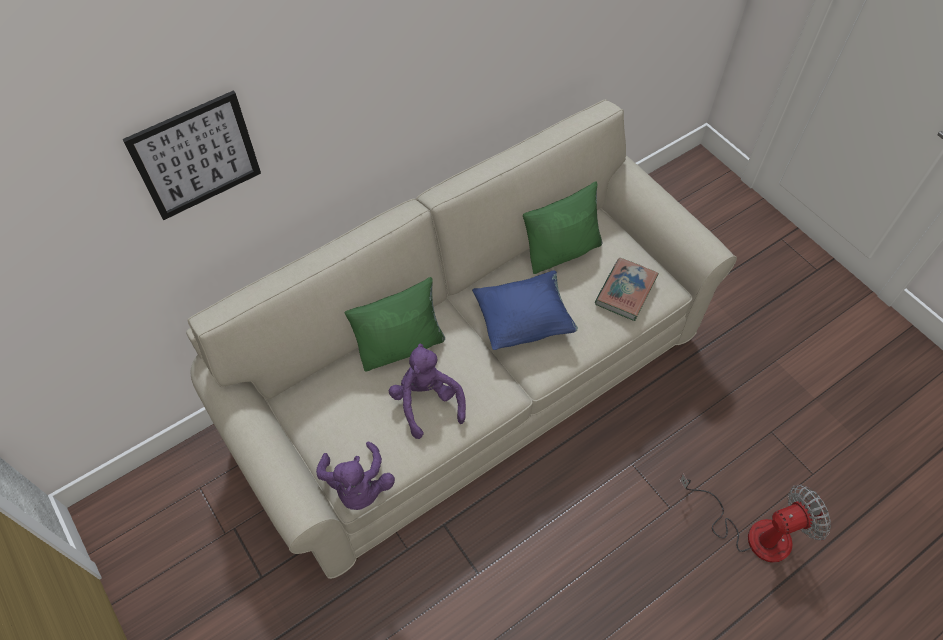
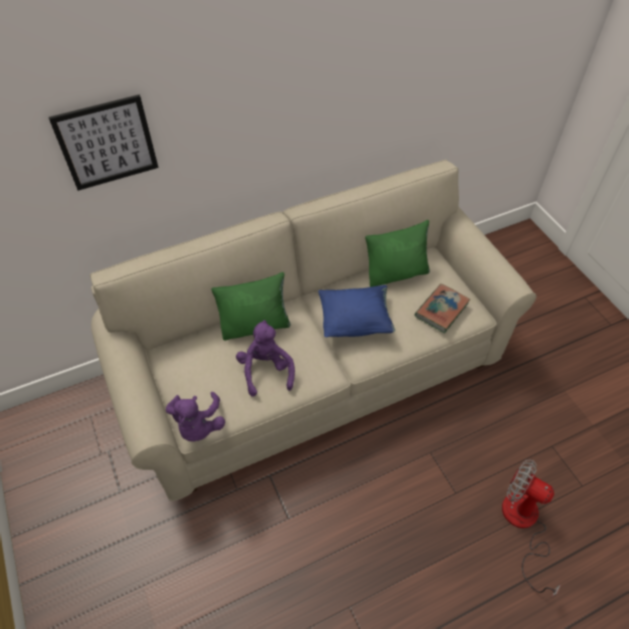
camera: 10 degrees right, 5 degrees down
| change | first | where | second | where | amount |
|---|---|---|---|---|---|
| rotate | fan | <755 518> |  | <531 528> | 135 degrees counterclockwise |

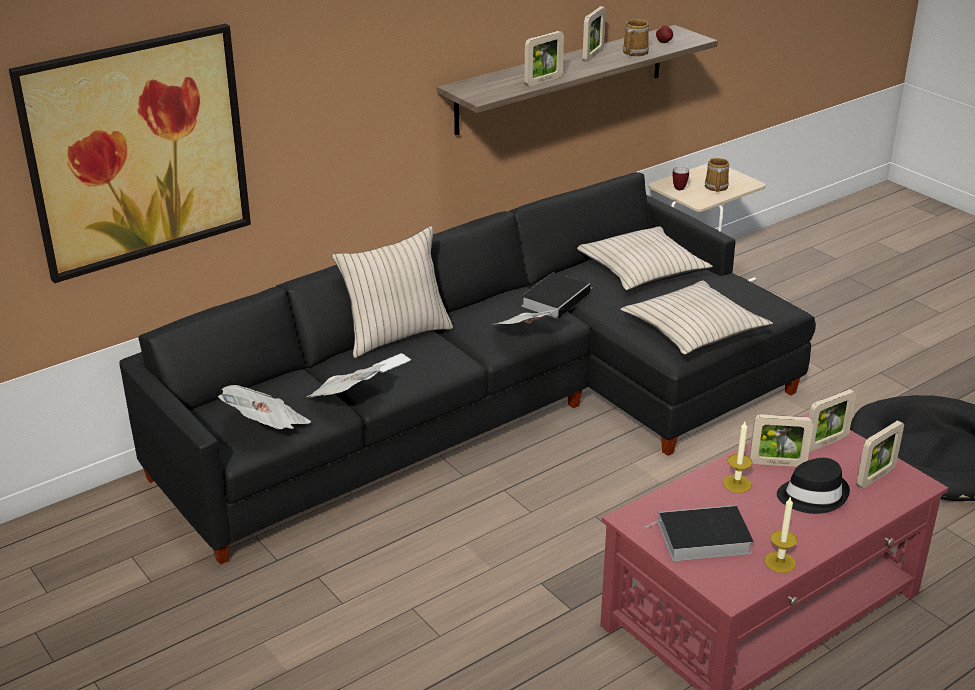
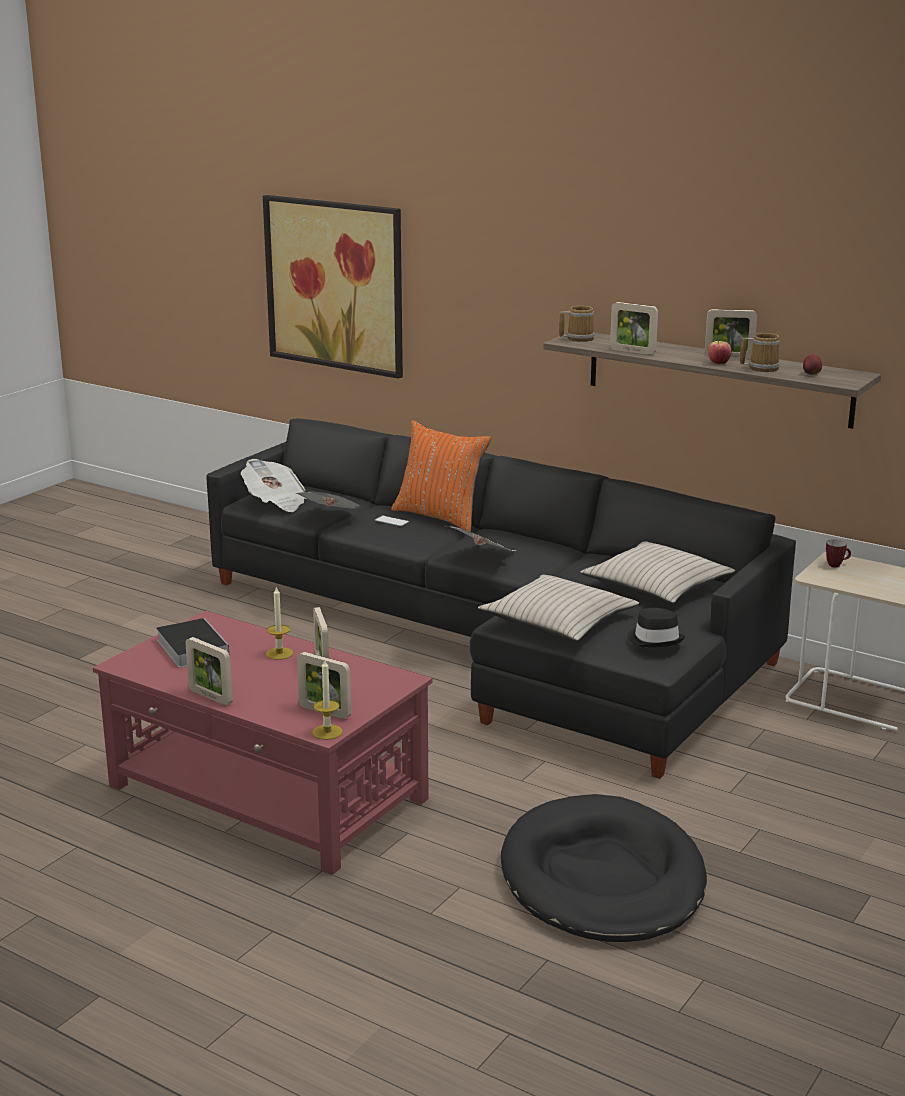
camera: 70 degrees right, 10 degrees down
| change | first | where | second | where | amount |
|---|---|---|---|---|---|
| delete | book | <556 296> |  |  |  |
| insert |  |  | apple | <720 352> |  |
| move | mug | <717 175> |  | <577 324> |  |
| move | candle | <781 534> |  | <327 700> |  |
| move | black hat | <813 486> |  | <656 627> |  |
| move | picture frame | <832 420> |  | <209 671> |  |
| recolor | beige pillow | <392 292> | orange pillow | <441 476> |  |

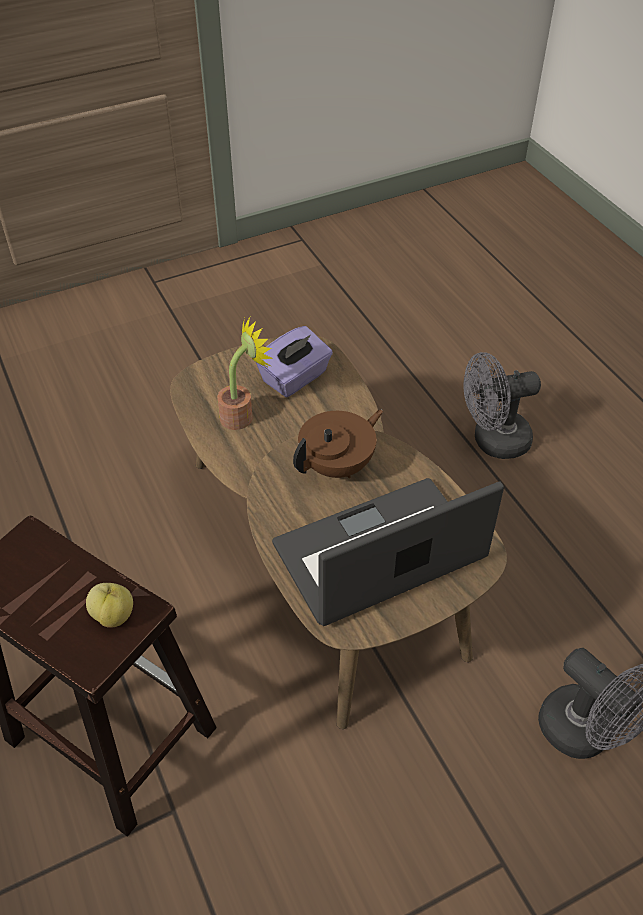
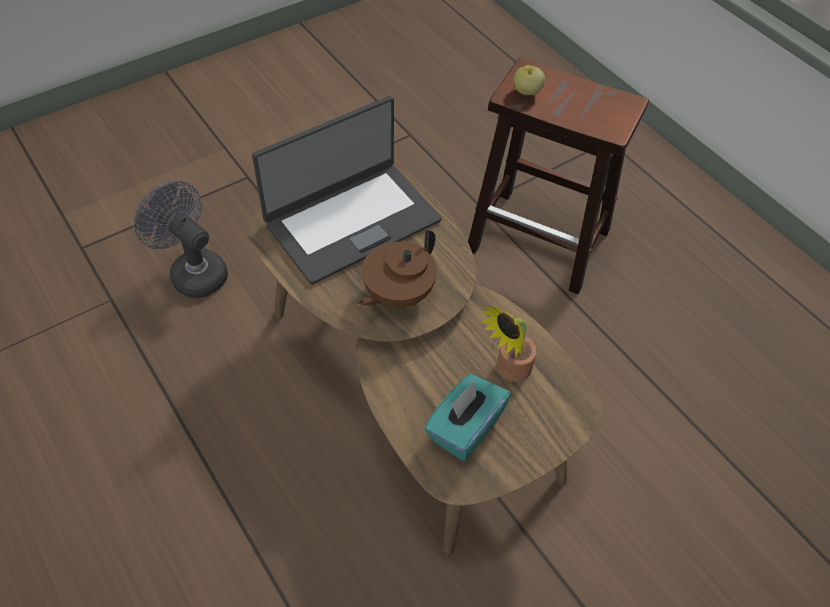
camera: 170 degrees right, 5 degrees up
| change | first | where | second | where | amount |
|---|---|---|---|---|---|
| delete | grey fan | <502 405> |  |  |  |
| recolor | purple tissue box | <294 361> | turquoise tissue box | <467 417> |  |

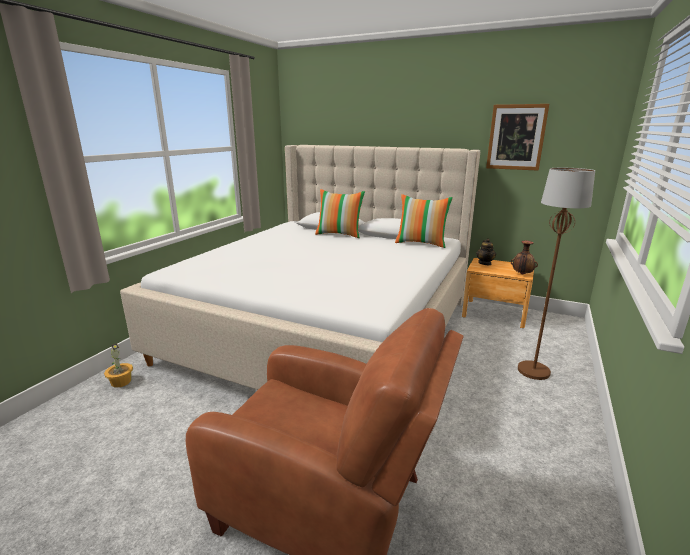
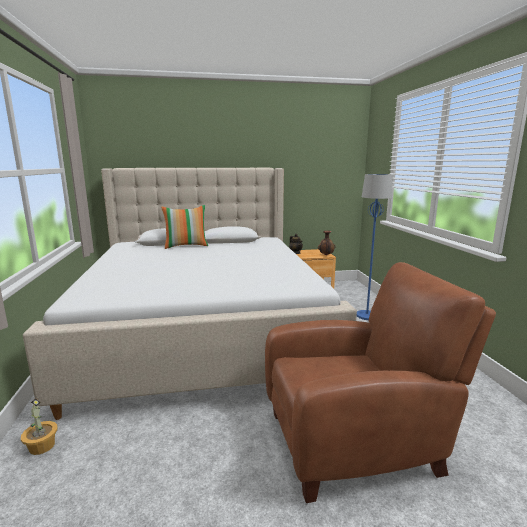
camera: 35 degrees left, 5 degrees down
| change | first | where | second | where | amount |
|---|---|---|---|---|---|
| delete | pillow | <424 221> |  |  |  |
| delete | picture | <517 137> |  |  |  |
| recolor | brown floor lamp | <556 274> | blue floor lamp | <375 247> |  |

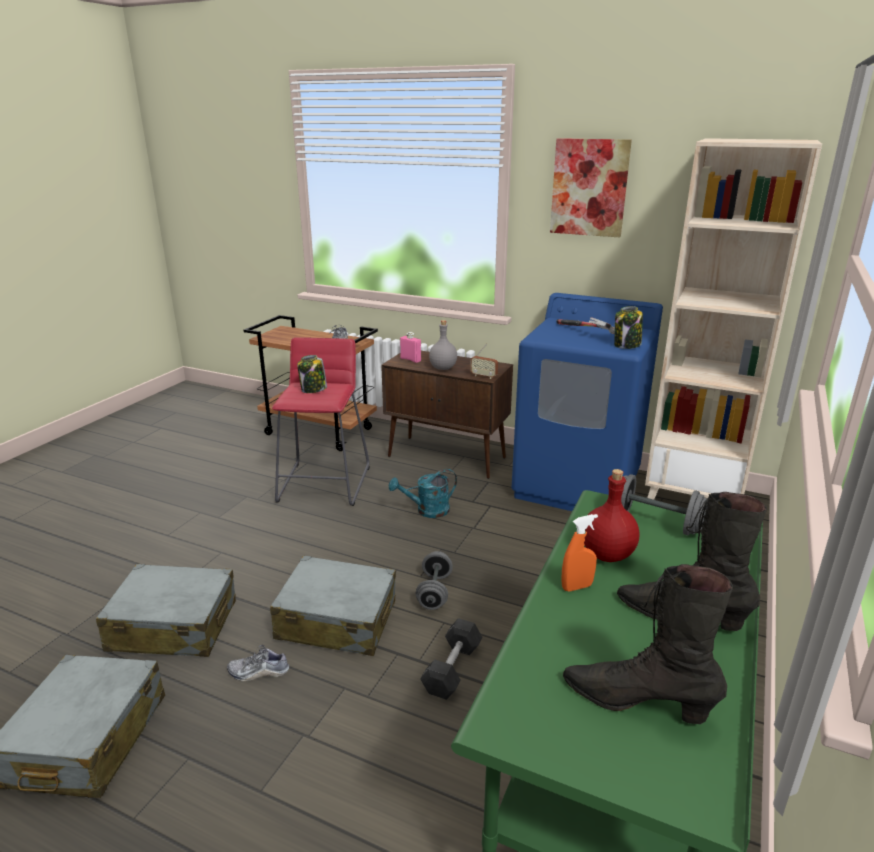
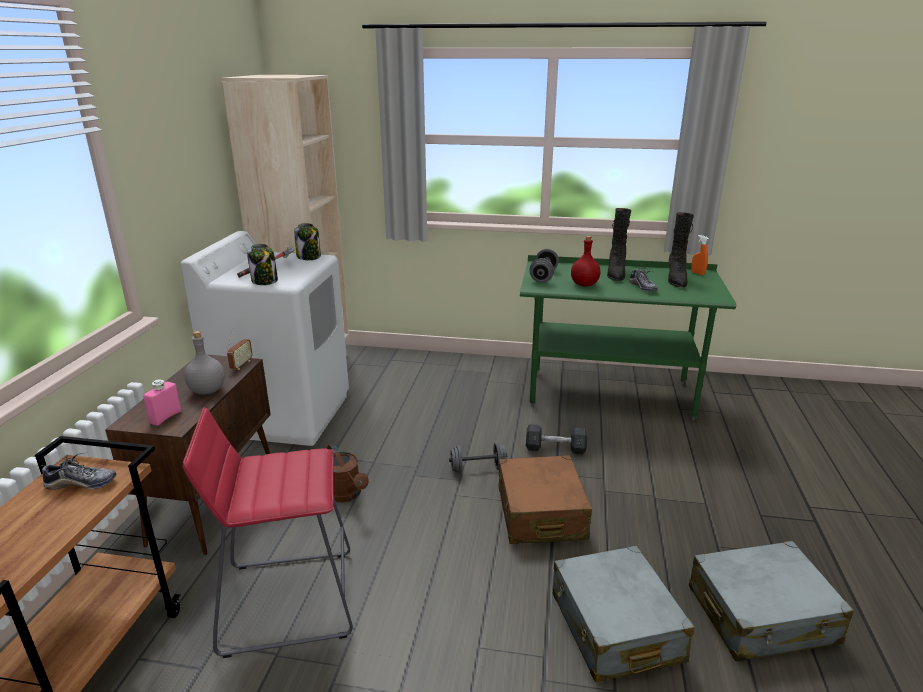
camera: 105 degrees left, 0 degrees up
| change | first | where | second | where | amount |
|---|---|---|---|---|---|
| delete | picture | <591 187> |  |  |  |
| move | shoe | <258 663> |  | <643 279> |  |
| move | jar | <312 374> |  | <262 264> |  |
| move | orange spray bottle | <579 553> |  | <700 255> |  |
| recolor | grey suitcase | <333 605> | brown suitcase | <544 499> |  |
| recolor | turquoise watering can | <423 493> | brown watering can | <348 473> |  |
| recolor | blue washing machine | <587 402> | white washing machine | <265 338> |  |

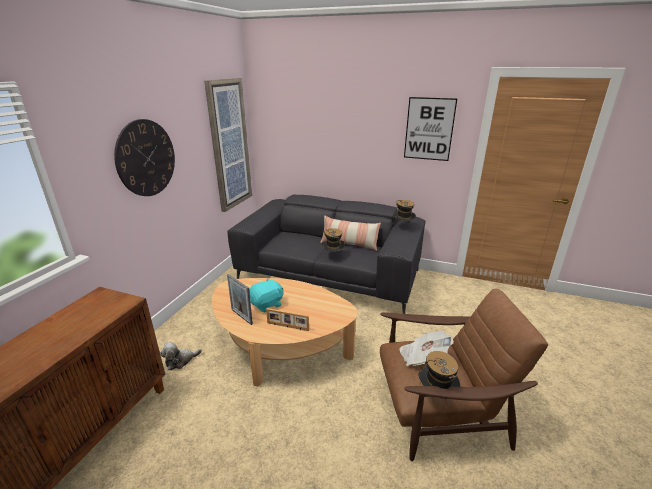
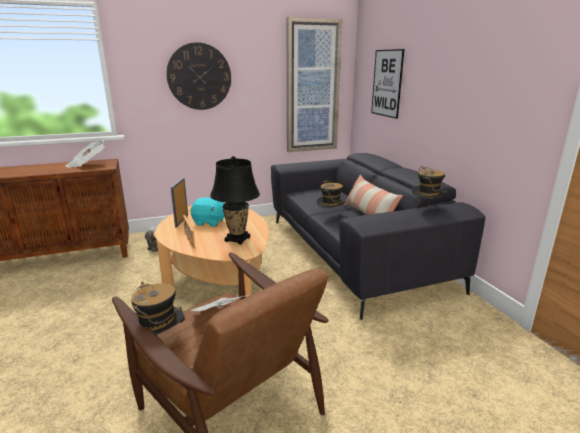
camera: 50 degrees right, 5 degrees down
| change | first | where | second | where | amount |
|---|---|---|---|---|---|
| insert |  |  | newspaper | <85 154> |  |
| insert |  |  | black table lamp | <235 200> |  |
| move | picture | <430 129> |  | <387 84> |  |

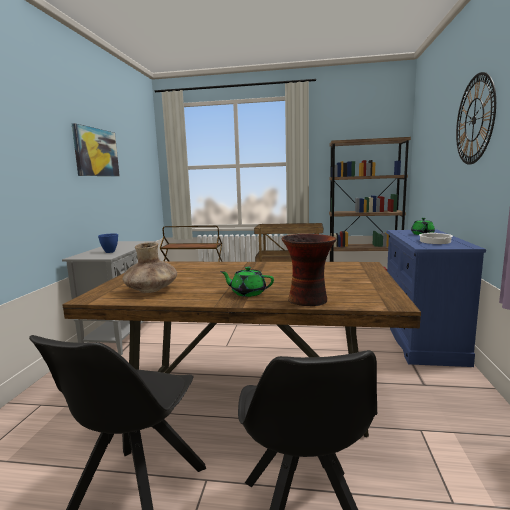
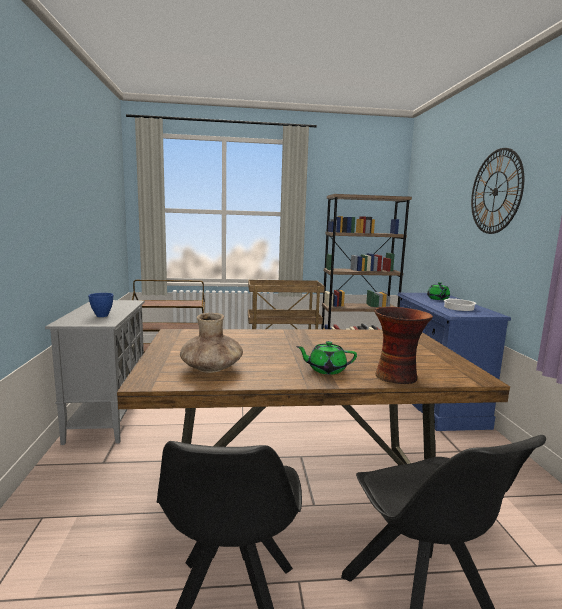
camera: 15 degrees left, 0 degrees up
| change | first | where | second | where | amount |
|---|---|---|---|---|---|
| delete | picture | <96 149> |  |  |  |

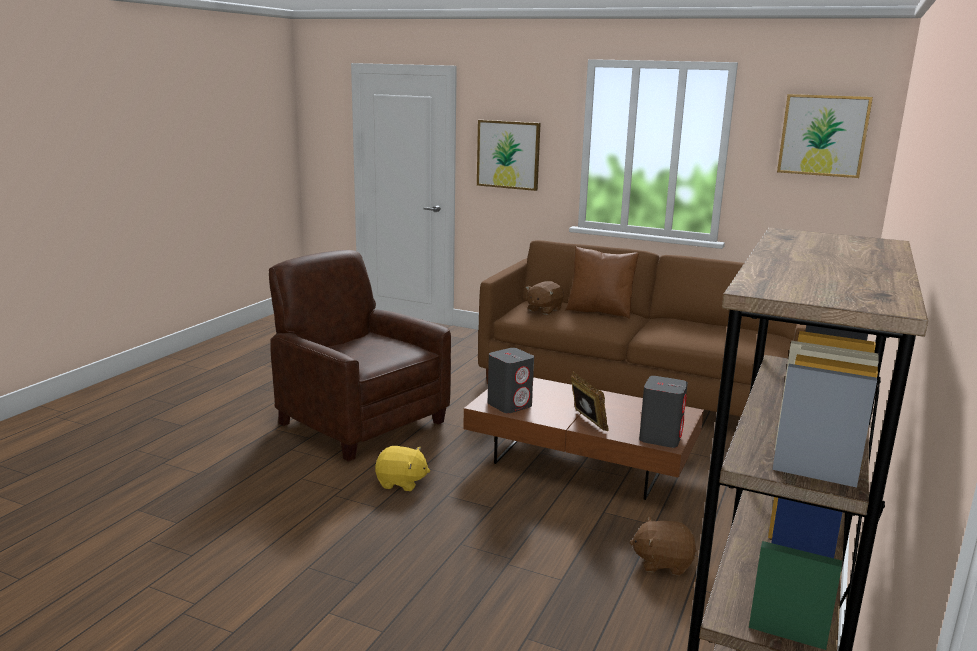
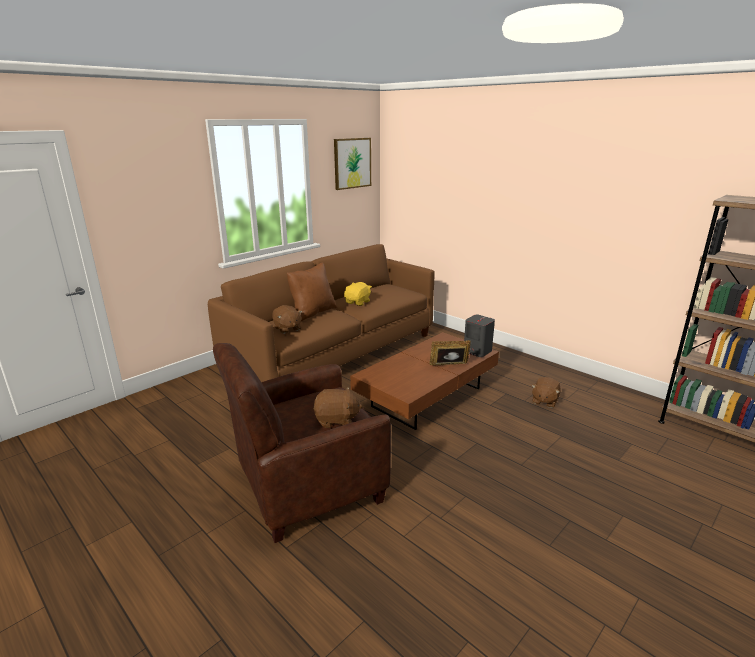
camera: 70 degrees left, 5 degrees up
| change | first | where | second | where | amount |
|---|---|---|---|---|---|
| delete | picture | <508 155> |  |  |  |
| delete | grey speaker | <511 380> |  |  |  |
| insert |  |  | brown plush toy | <337 407> |  |
| move | yellow plush toy | <402 468> |  | <358 294> |  |

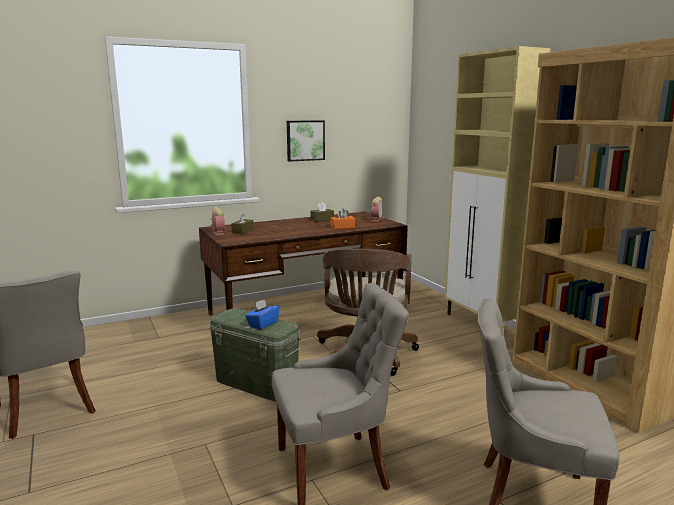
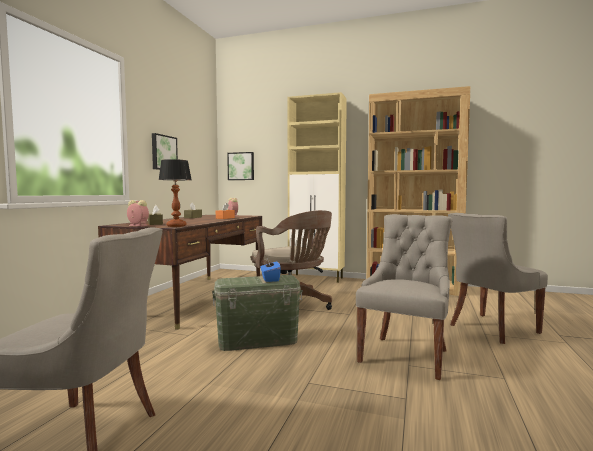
camera: 45 degrees left, 10 degrees down
| change | first | where | second | where | amount |
|---|---|---|---|---|---|
| insert |  |  | table lamp | <175 193> |  |
| insert |  |  | picture | <240 166> |  |

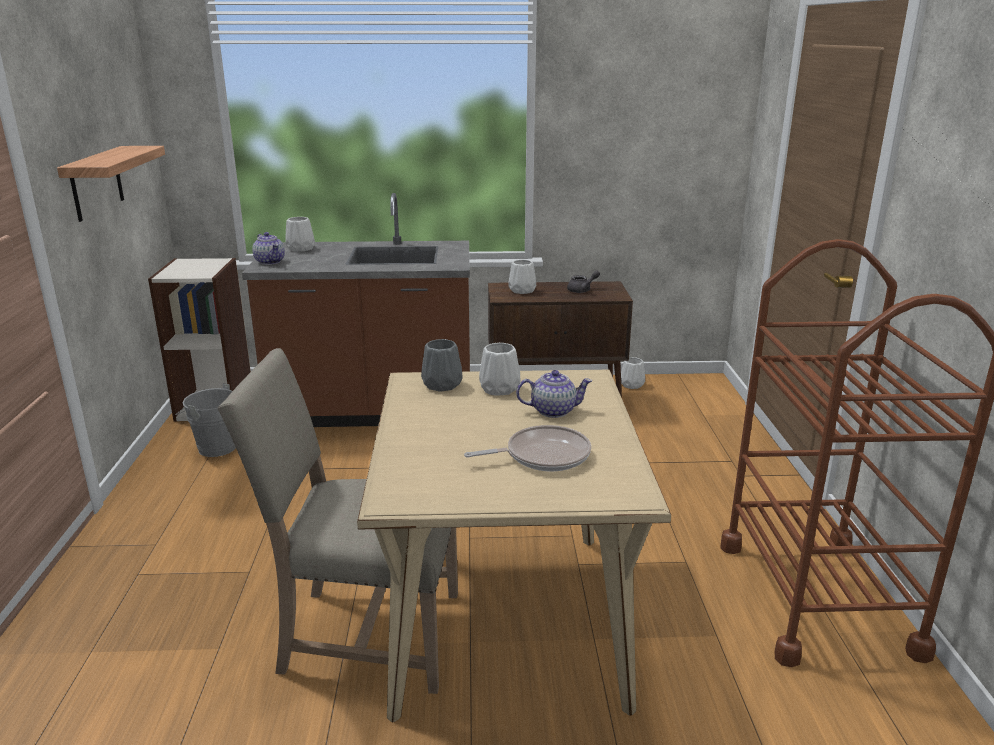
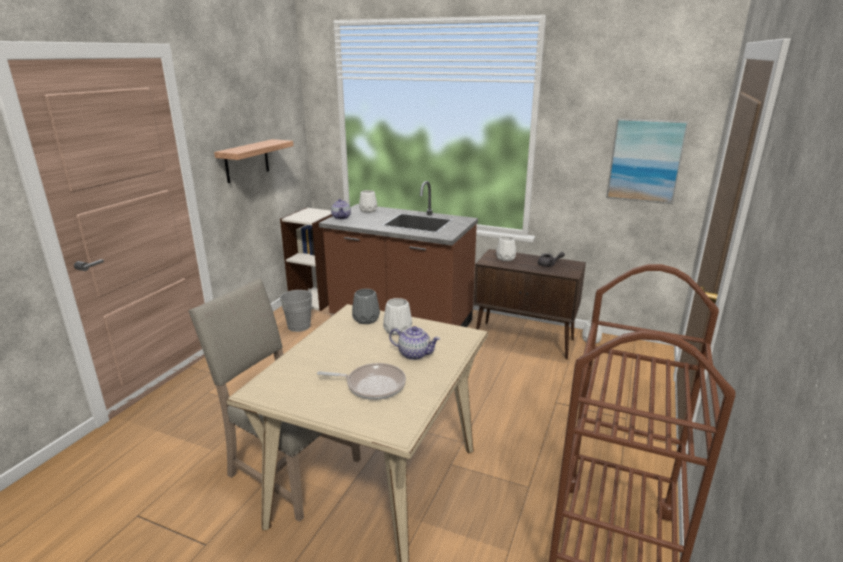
camera: 25 degrees right, 0 degrees up
| change | first | where | second | where | amount |
|---|---|---|---|---|---|
| insert |  |  | picture | <647 161> |  |

